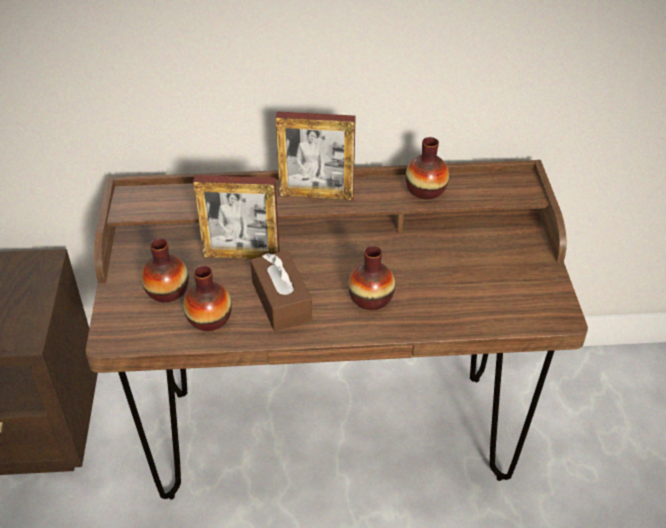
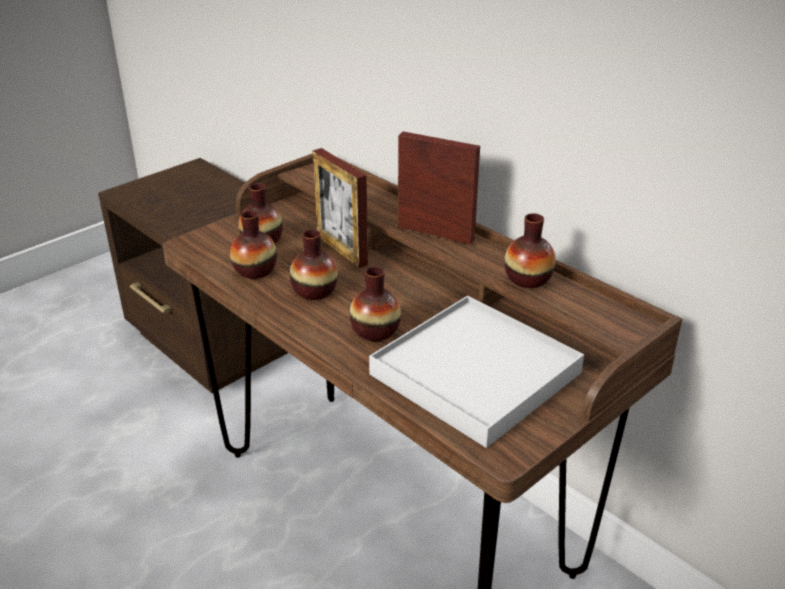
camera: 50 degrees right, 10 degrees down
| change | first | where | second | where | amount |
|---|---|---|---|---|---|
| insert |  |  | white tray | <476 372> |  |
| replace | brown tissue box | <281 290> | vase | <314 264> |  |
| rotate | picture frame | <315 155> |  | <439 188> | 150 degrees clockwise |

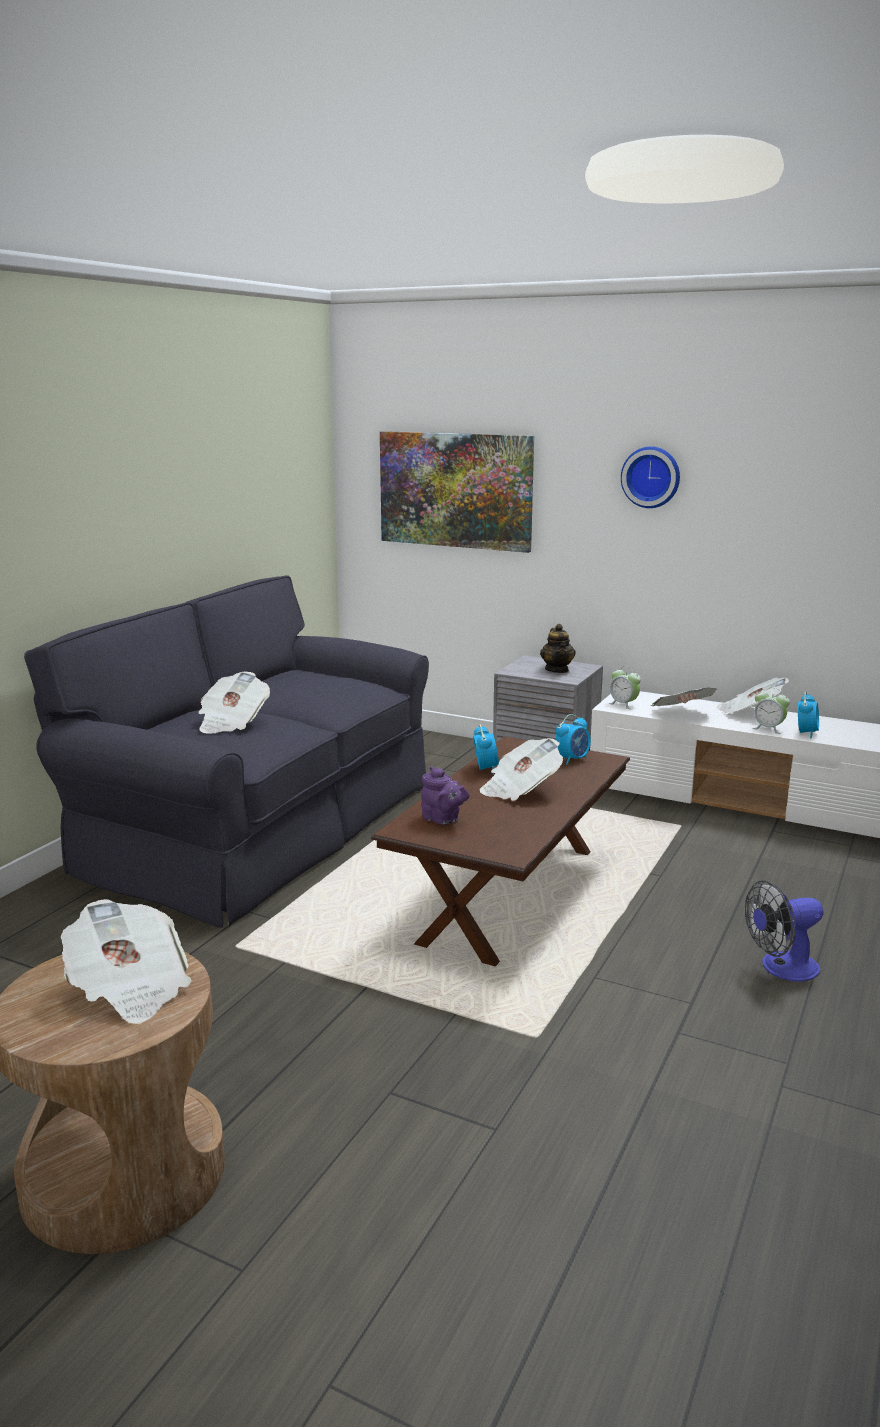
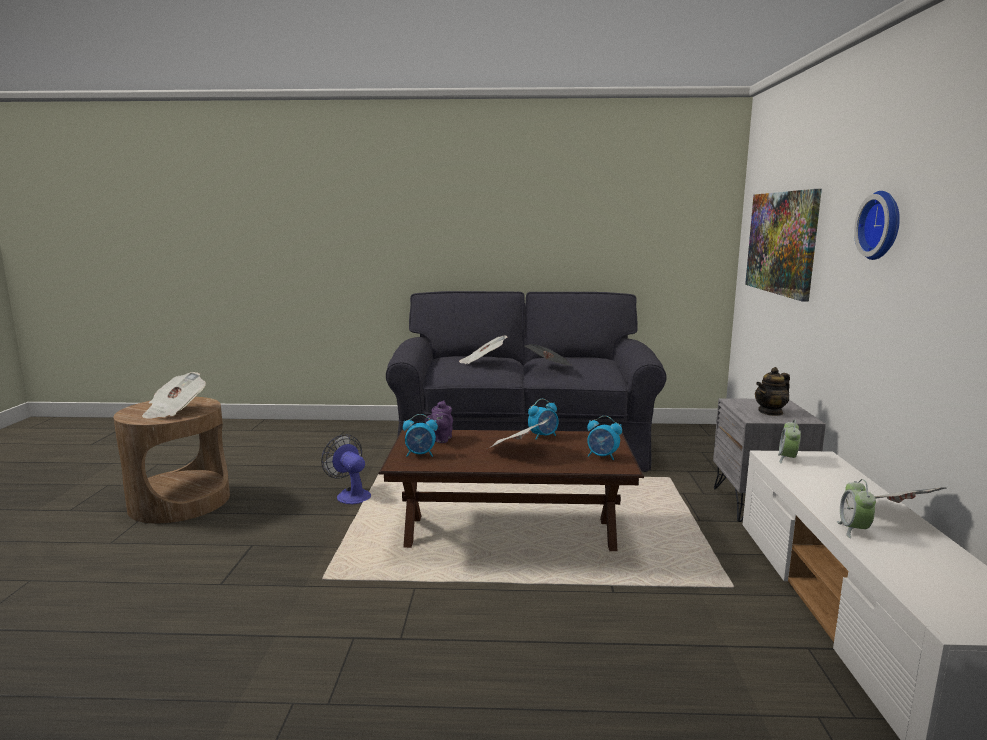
camera: 65 degrees right, 5 degrees down
| change | first | where | second | where | amount |
|---|---|---|---|---|---|
| move | newspaper | <684 696> |  | <547 354> |  |
| move | fan | <784 931> |  | <346 469> |  |
| move | alarm clock | <808 715> |  | <420 435> |  |

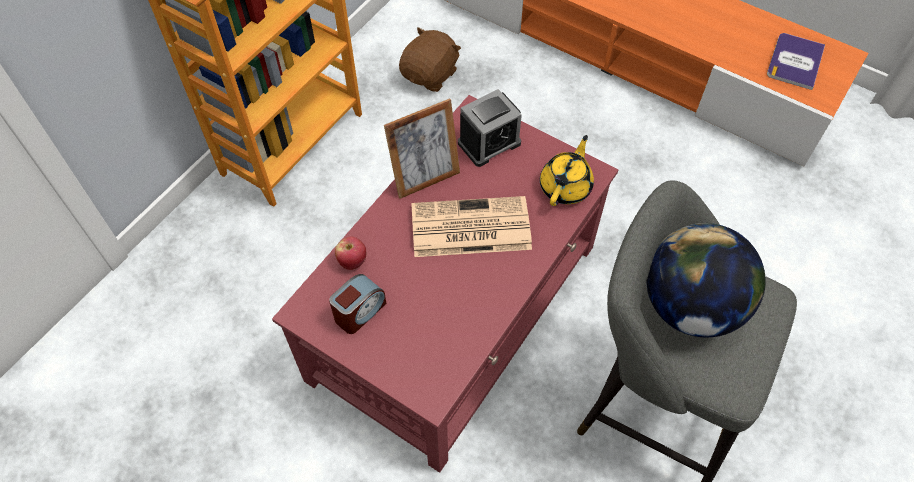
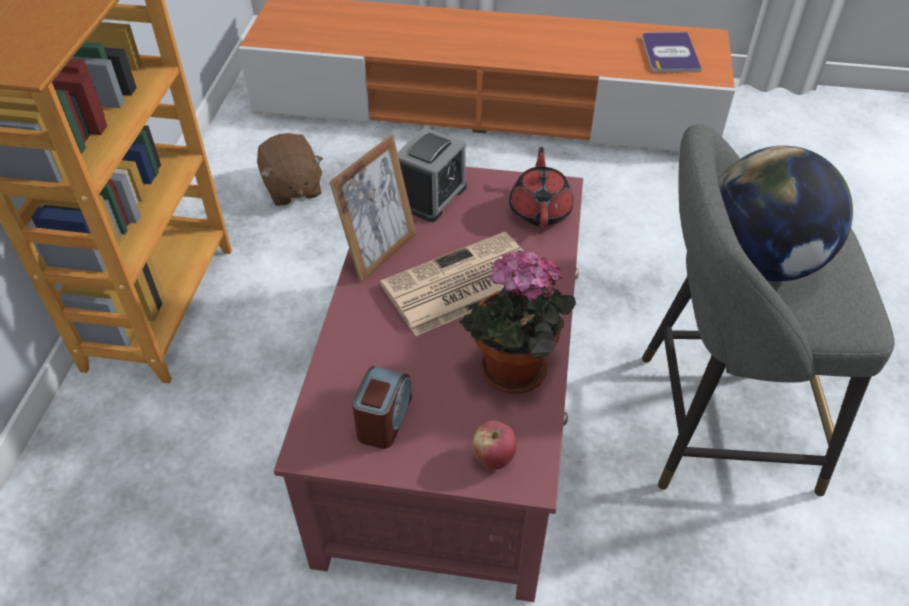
camera: 25 degrees left, 10 degrees down
| change | first | where | second | where | amount |
|---|---|---|---|---|---|
| insert |  |  | potted plant | <517 322> |  |
| move | apple | <350 253> |  | <494 444> |  |
| recolor | yellow teapot | <567 170> | red teapot | <541 187> |  |
| rotate | brown plush toy | <430 59> |  | <290 169> | 150 degrees clockwise |

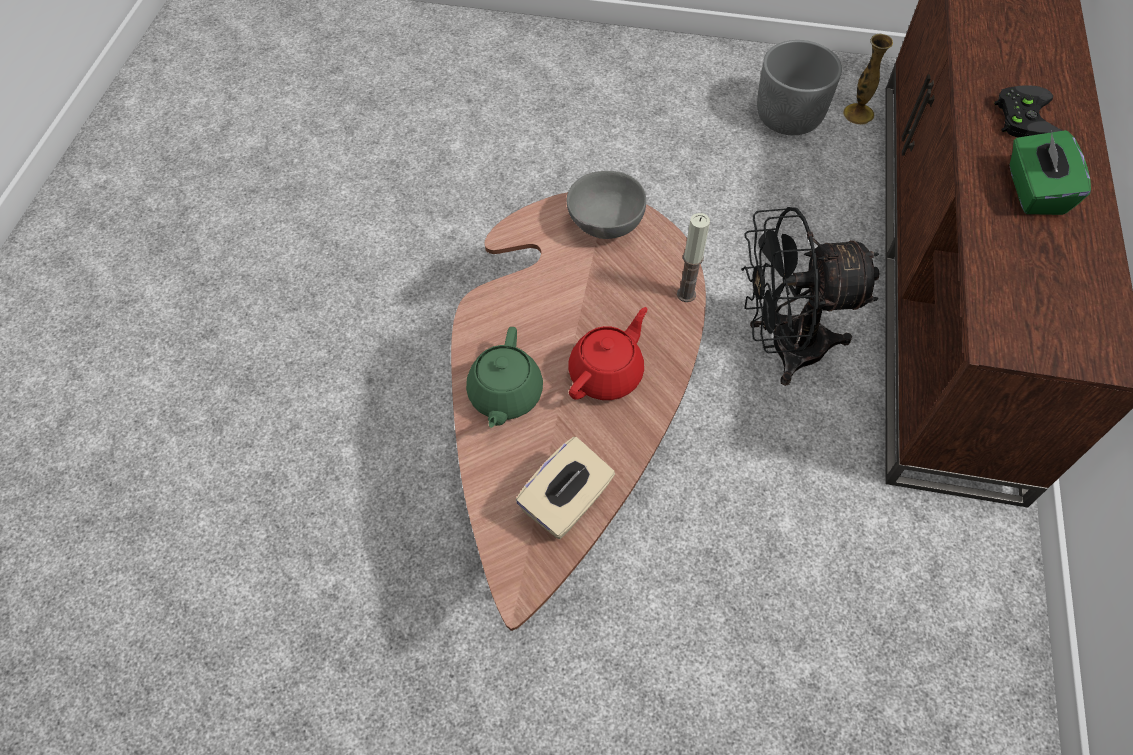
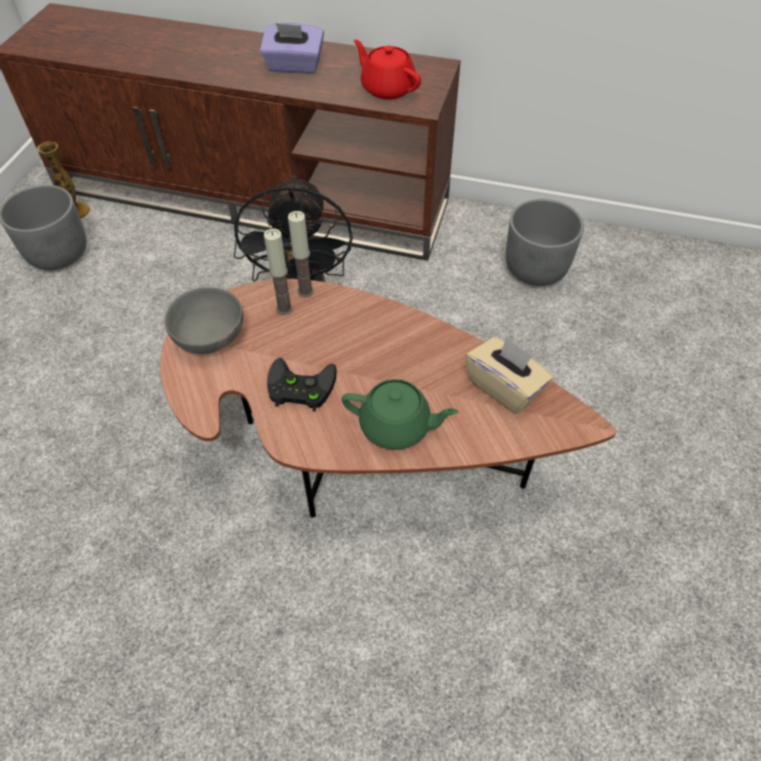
camera: 85 degrees left, 5 degrees down
| change | first | where | second | where | amount |
|---|---|---|---|---|---|
| insert |  |  | candle | <278 271> |  |
| insert |  |  | grey planter | <545 242> |  |
| move | red teapot | <607 353> |  | <387 70> |  |
| move | black game controller | <1028 111> |  | <302 384> |  |
| recolor | green tissue box | <1050 172> | purple tissue box | <292 48> |  |

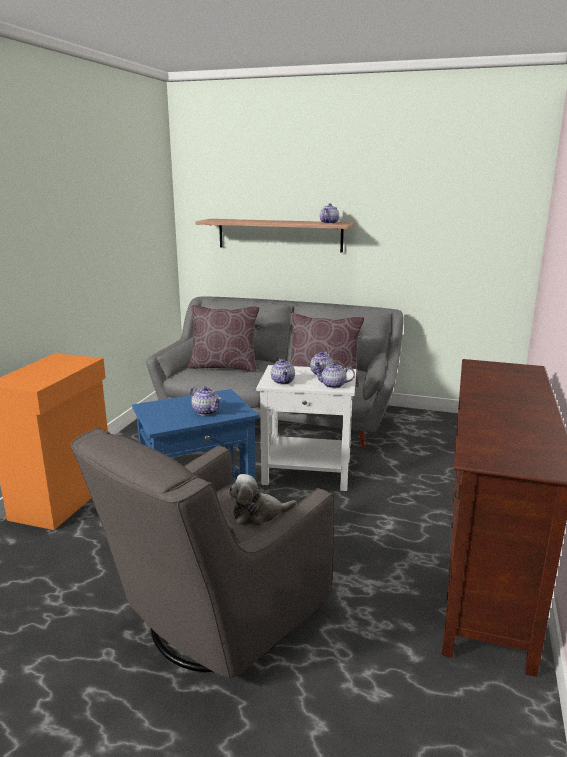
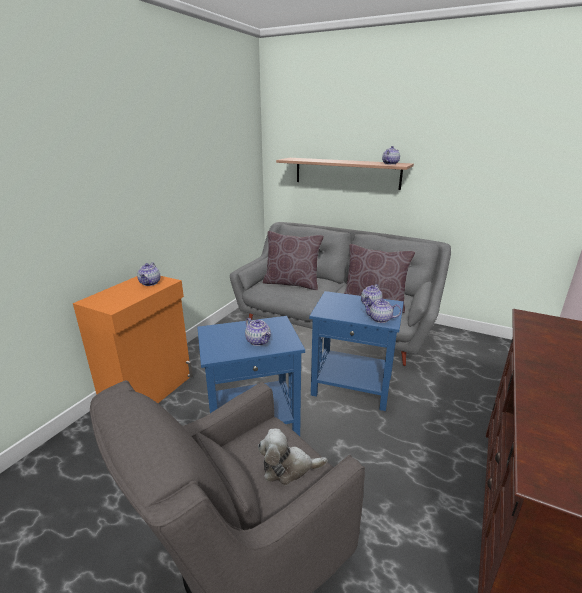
camera: 10 degrees right, 5 degrees up
| change | first | where | second | where | amount |
|---|---|---|---|---|---|
| move | teapot | <283 371> |  | <148 274> |  |
| recolor | white side table | <306 428> | blue side table | <356 351> |  |

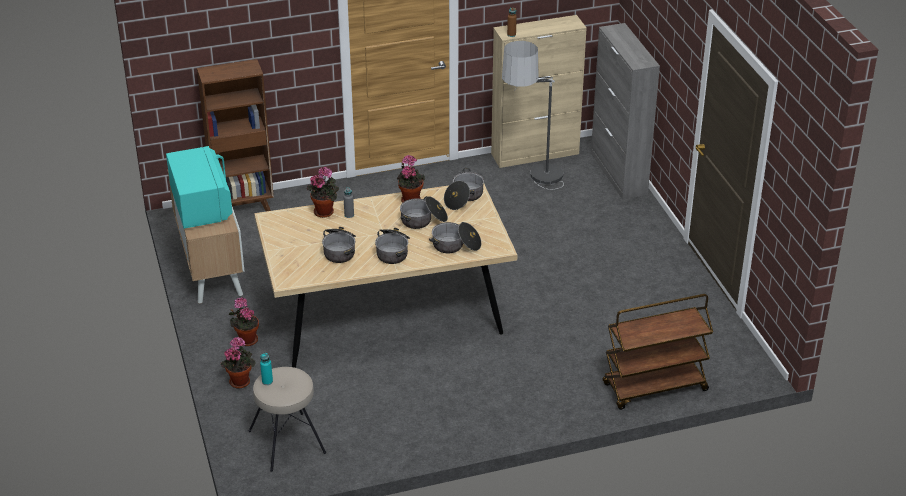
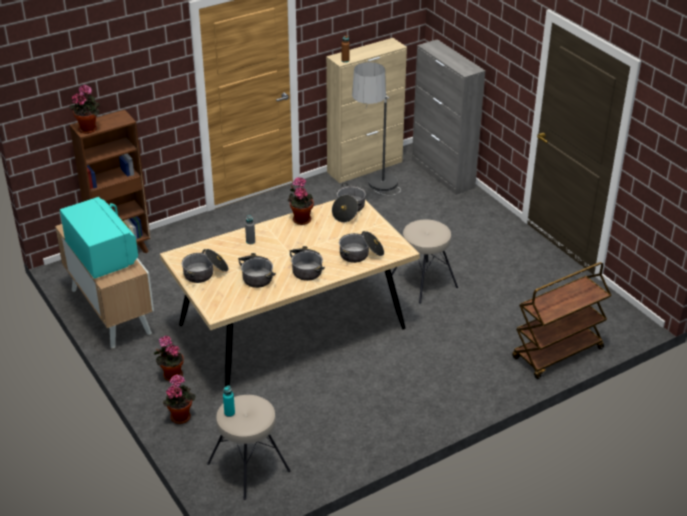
camera: 15 degrees left, 0 degrees up
| change | first | where | second | where | amount |
|---|---|---|---|---|---|
| insert |  |  | beige stool | <425 262> |  |
| move | potted plant | <323 192> |  | <84 109> |  |
| move | cooking pot | <424 212> |  | <205 266> |  |

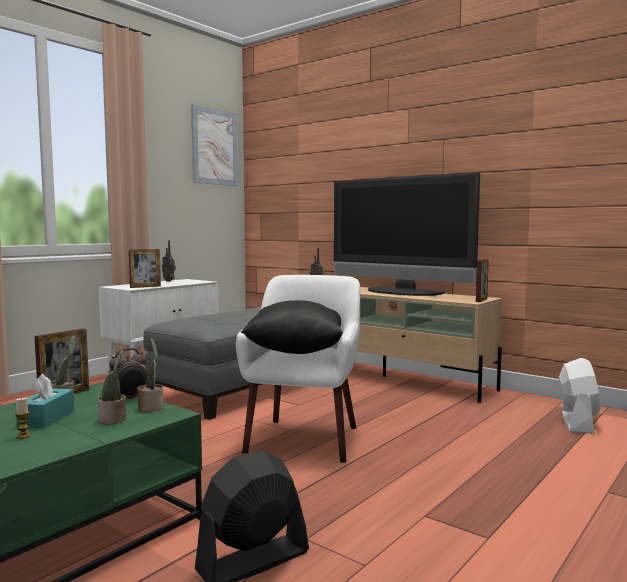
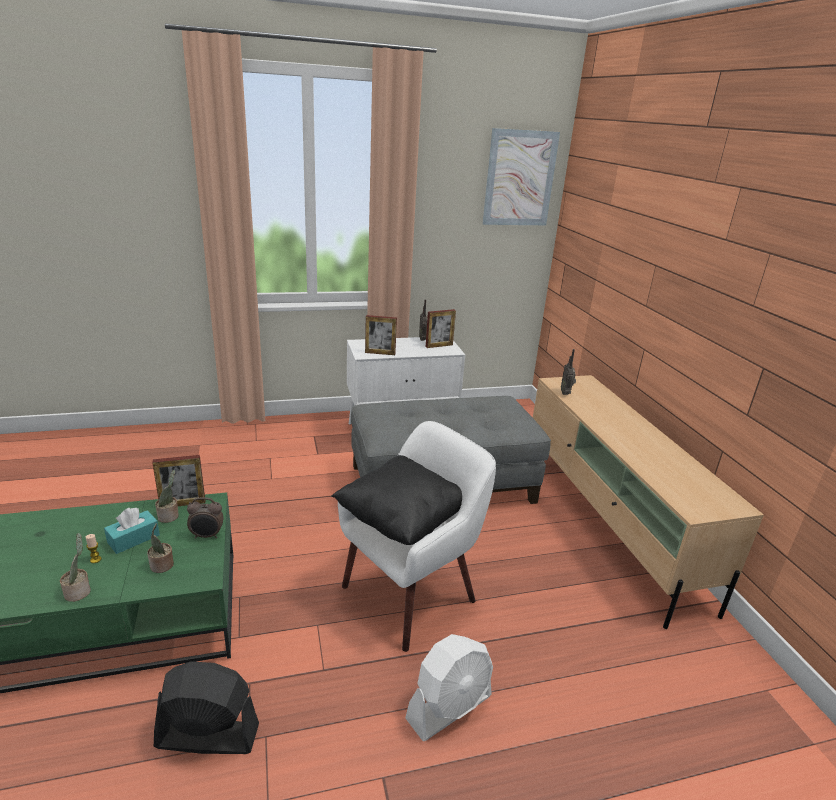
camera: 35 degrees right, 20 degrees up
| change | first | where | second | where | amount |
|---|---|---|---|---|---|
| delete | television | <407 234> |  |  |  |
| move | potted plant | <150 375> |  | <75 567> |  |
| move | picture frame | <482 280> |  | <441 328> |  |
| move | white fan | <580 396> |  | <449 687> |  |

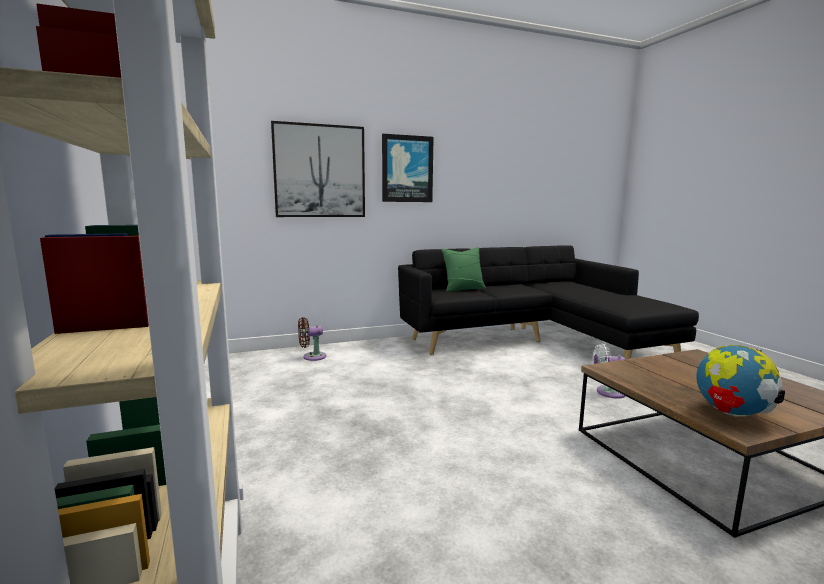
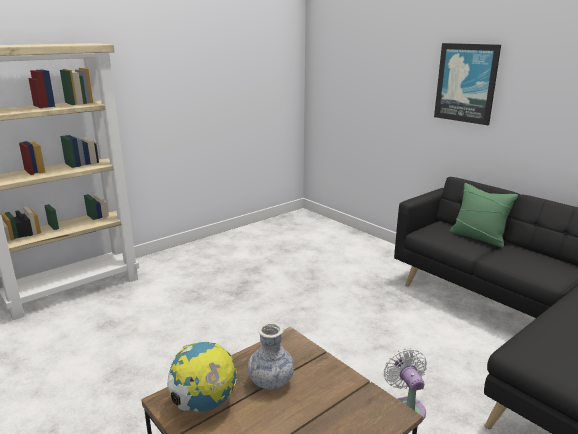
camera: 70 degrees right, 10 degrees up
| change | first | where | second | where | amount |
|---|---|---|---|---|---|
| delete | picture | <318 169> |  |  |  |
| delete | brown fan | <312 339> |  |  |  |
| insert |  |  | vase | <271 356> |  |

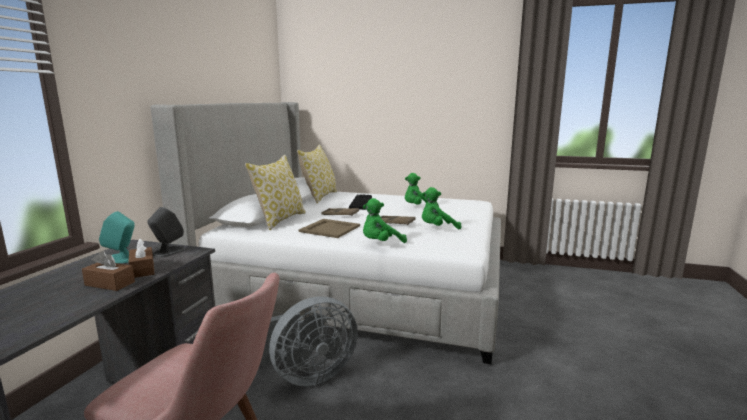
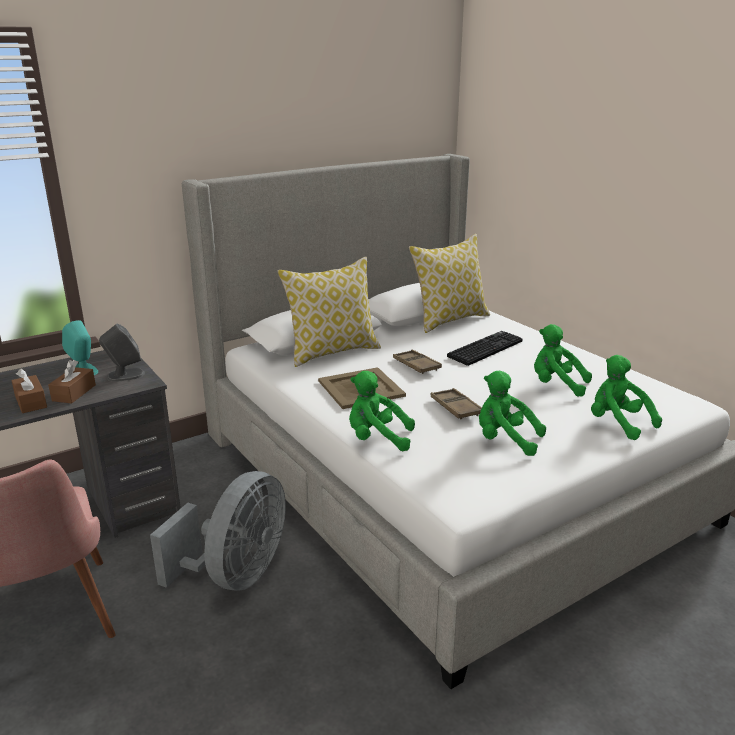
camera: 40 degrees right, 10 degrees up
| change | first | where | second | where | amount |
|---|---|---|---|---|---|
| insert |  |  | green plush toy | <626 397> |  |
| rotate | grey fan | <309 341> |  | <218 531> | 75 degrees counterclockwise |

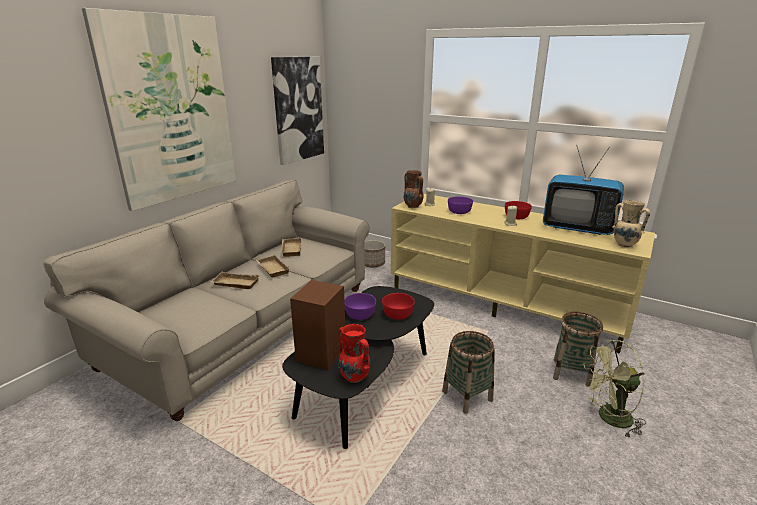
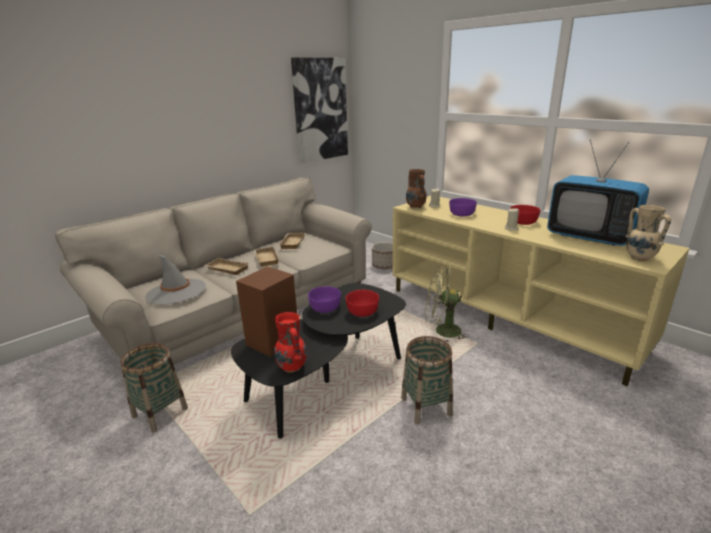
camera: 15 degrees right, 0 degrees up
| change | first | where | second | where | amount |
|---|---|---|---|---|---|
| delete | picture | <159 109> |  |  |  |
| insert |  |  | grey hat | <175 280> |  |
| move | basket | <578 349> |  | <154 388> |  |
| move | green fan | <614 388> |  | <446 304> |  |

